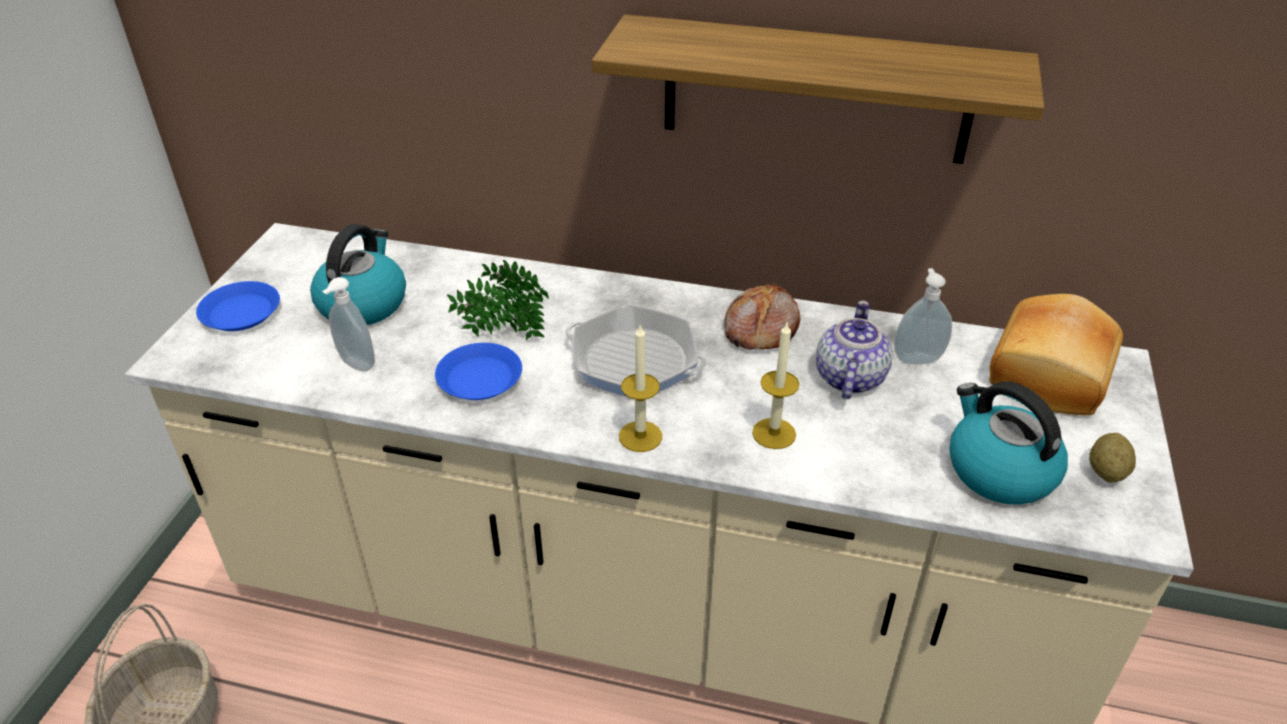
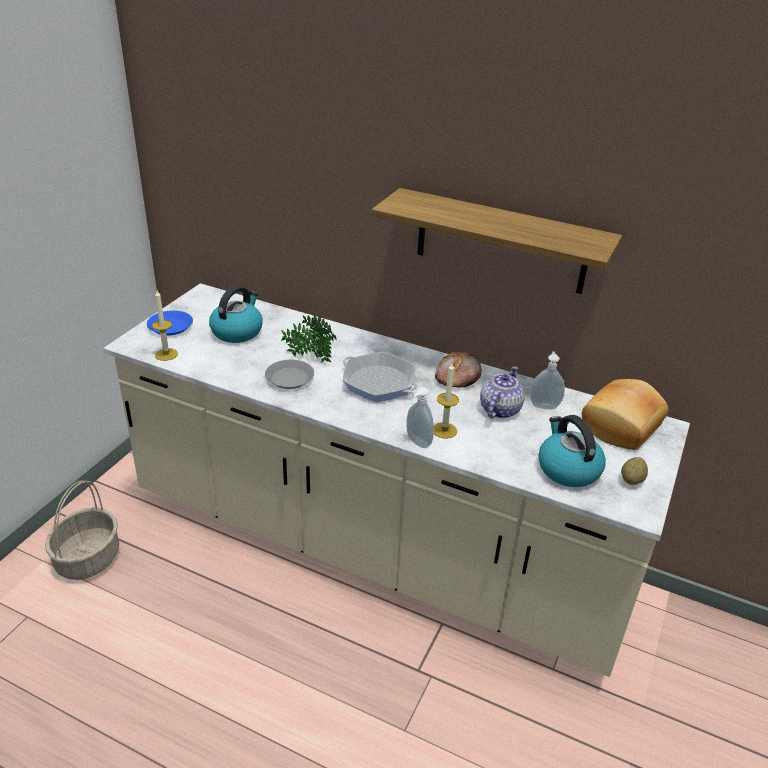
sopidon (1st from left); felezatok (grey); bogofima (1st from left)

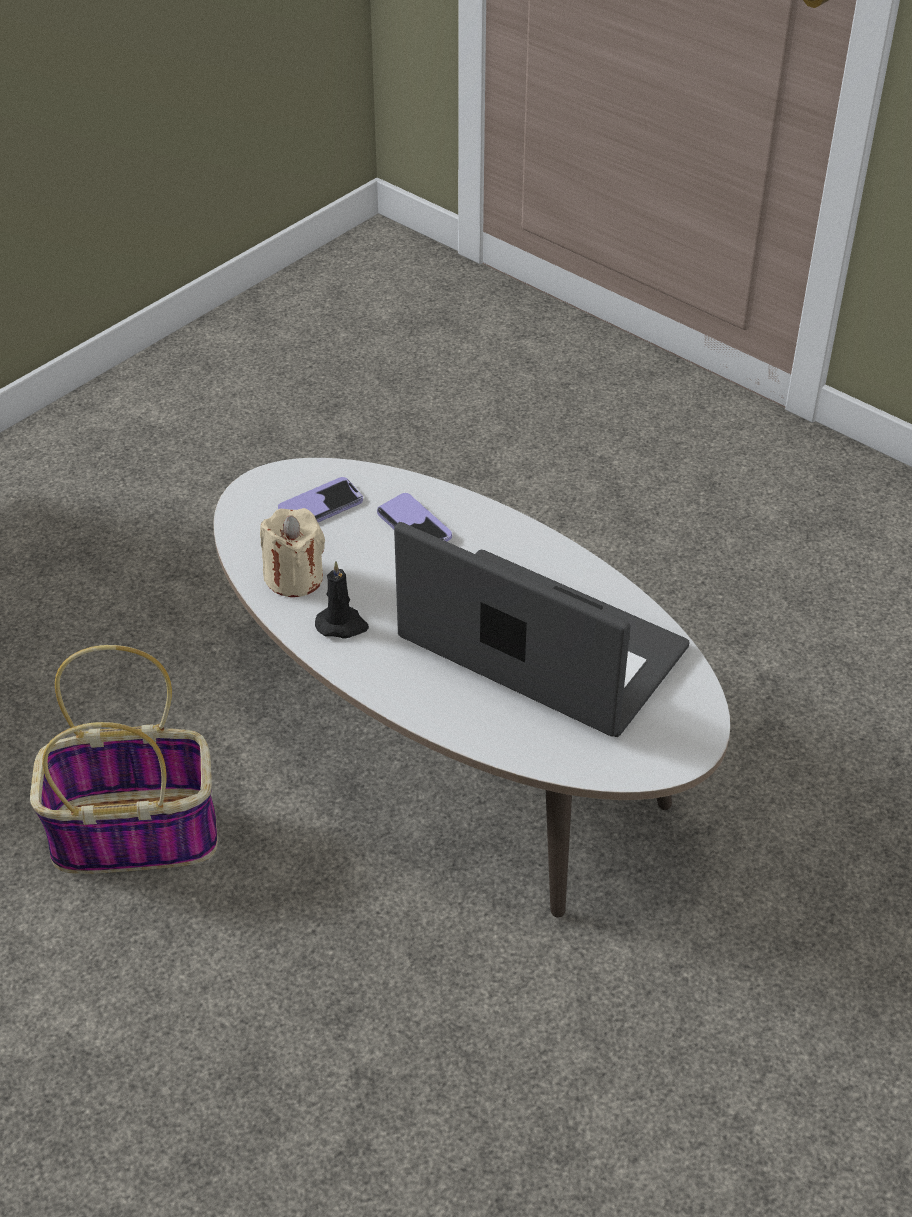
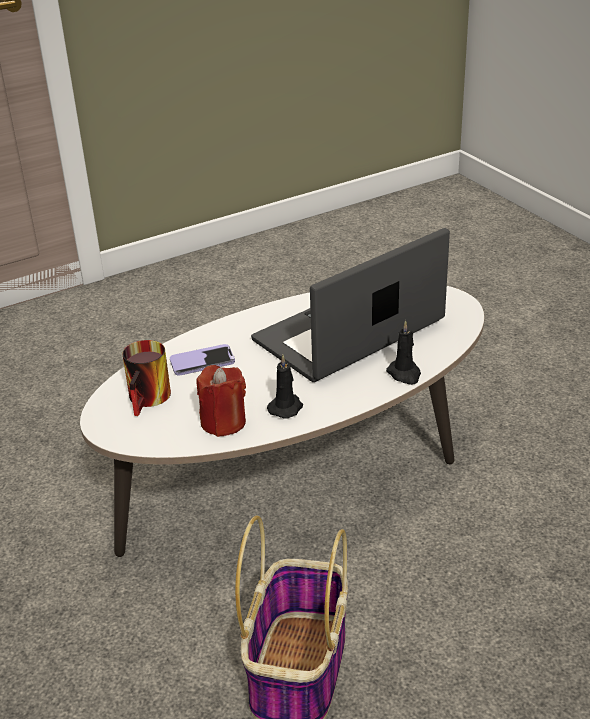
bogofima (red); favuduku; bogofima (black) (2nd from left)

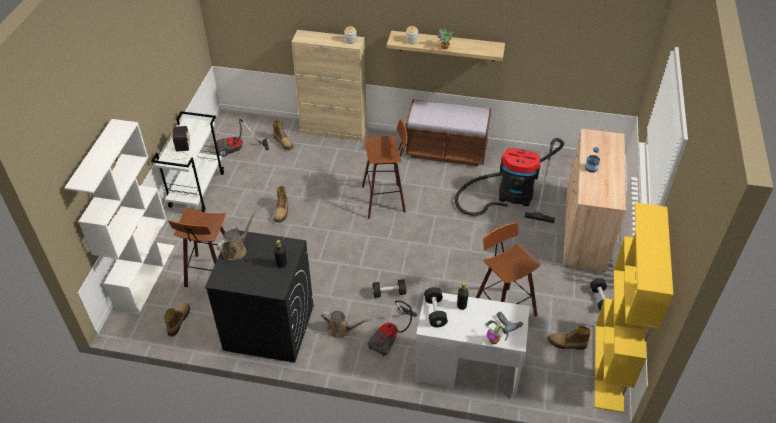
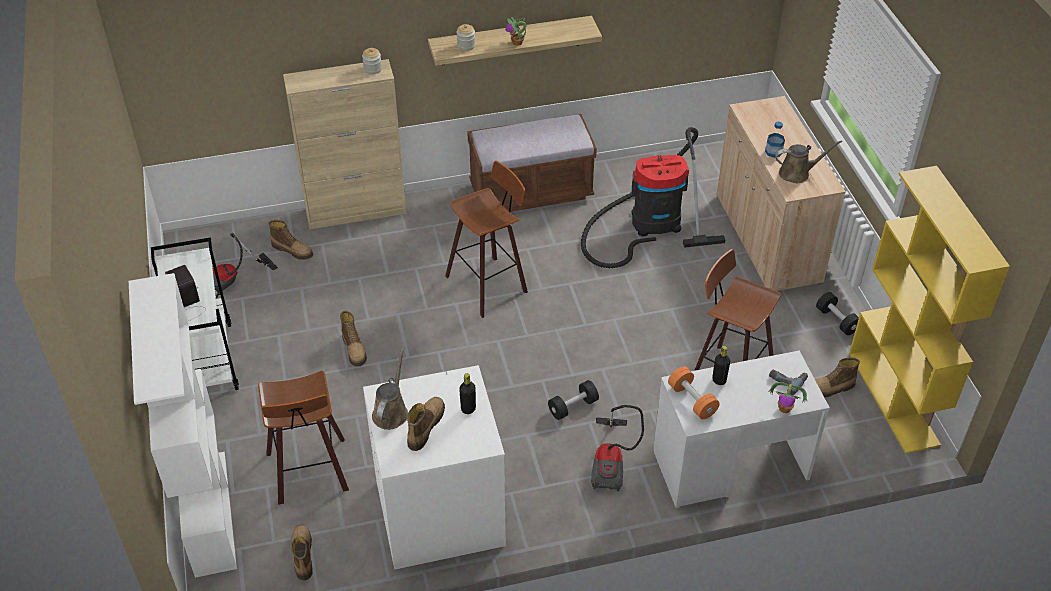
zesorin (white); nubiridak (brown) (2nd from left); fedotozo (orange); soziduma (4th from left)

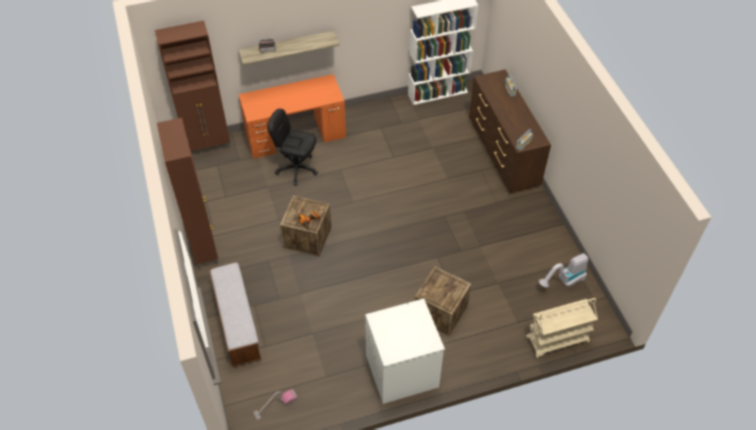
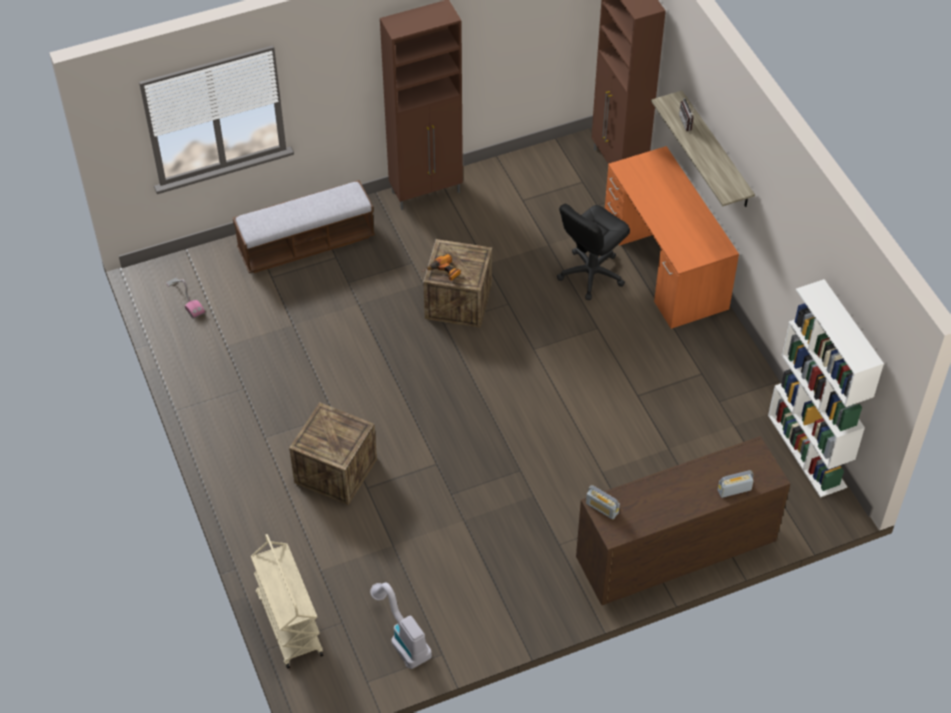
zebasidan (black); zesorin (white)

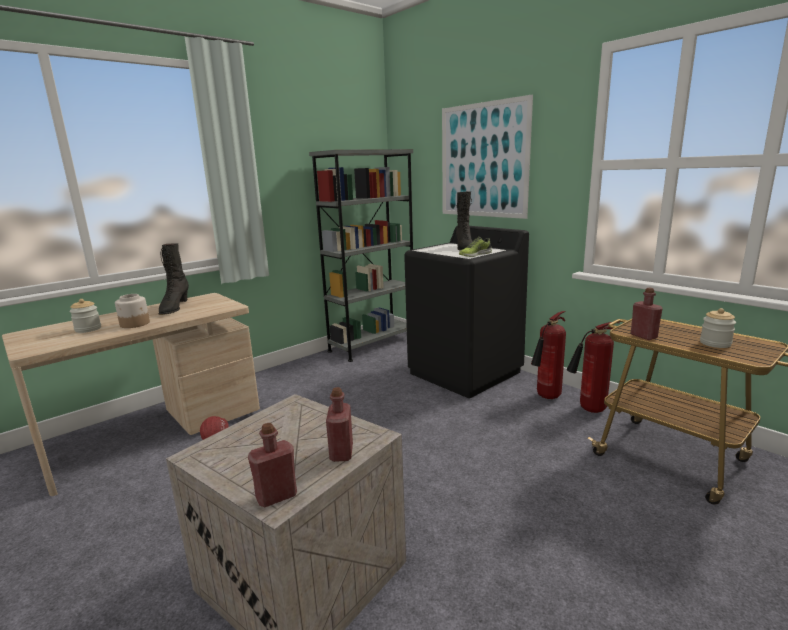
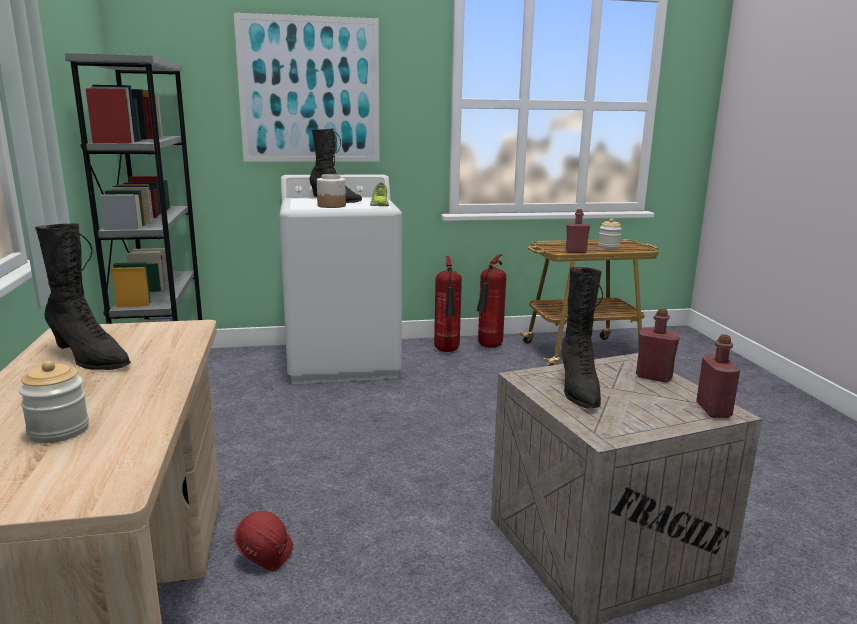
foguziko (2nd from left); zesorin (white); soziduma (black) (3rd from left)

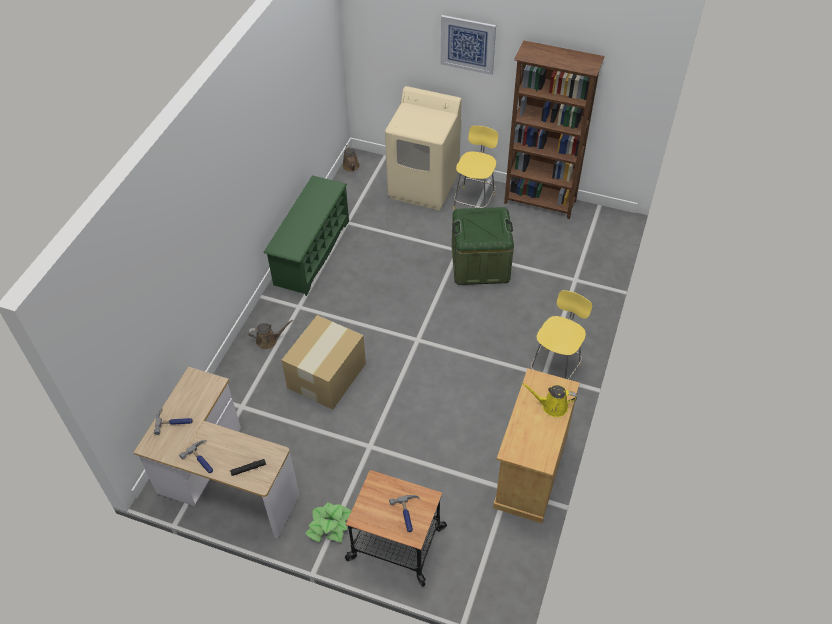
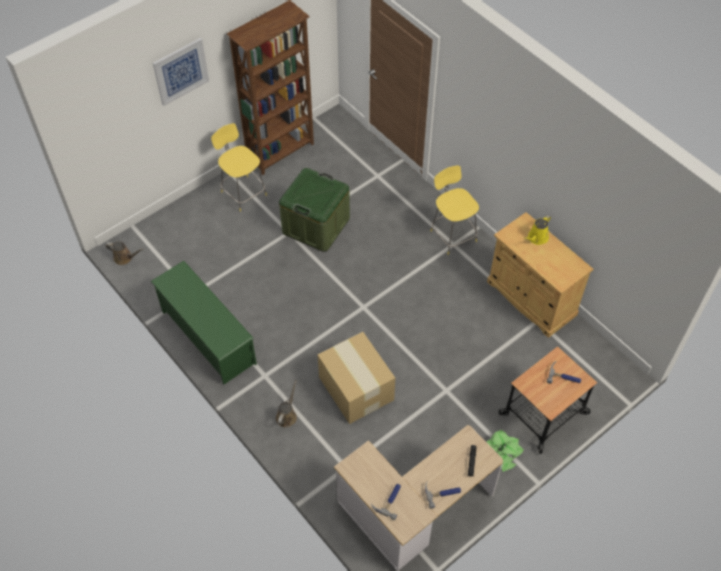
zesorin (beige)

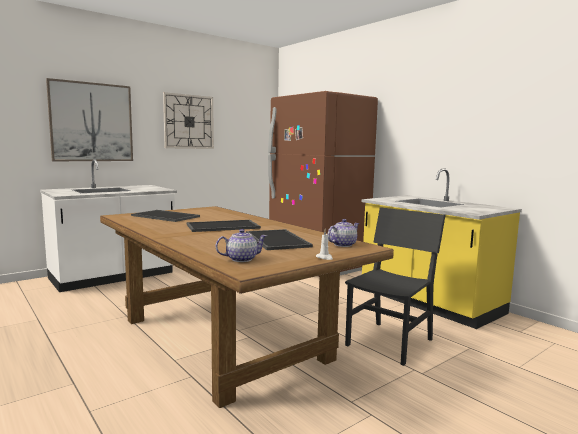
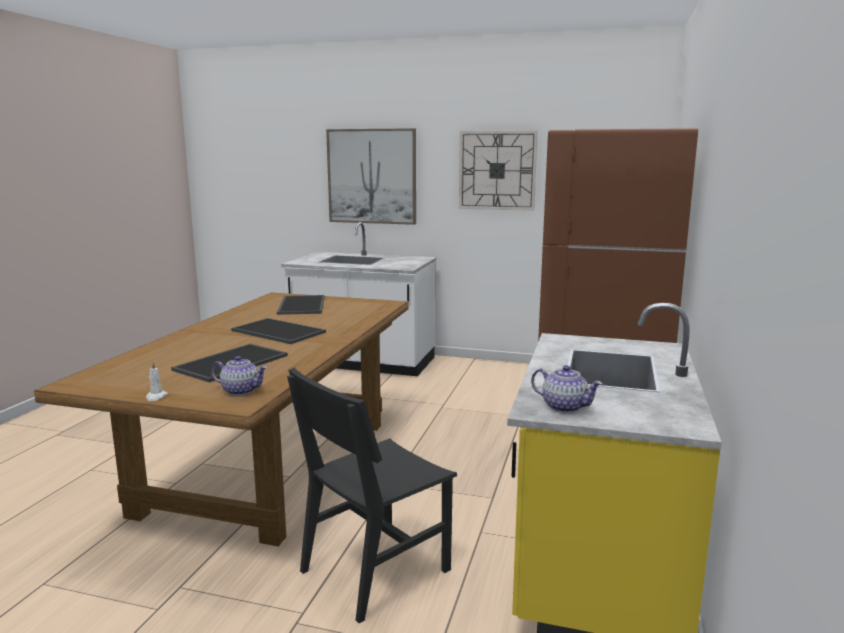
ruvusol (2nd from left); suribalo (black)

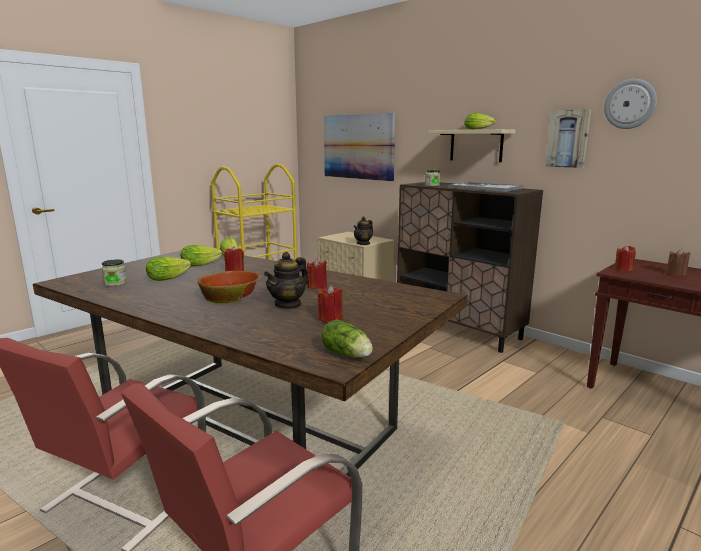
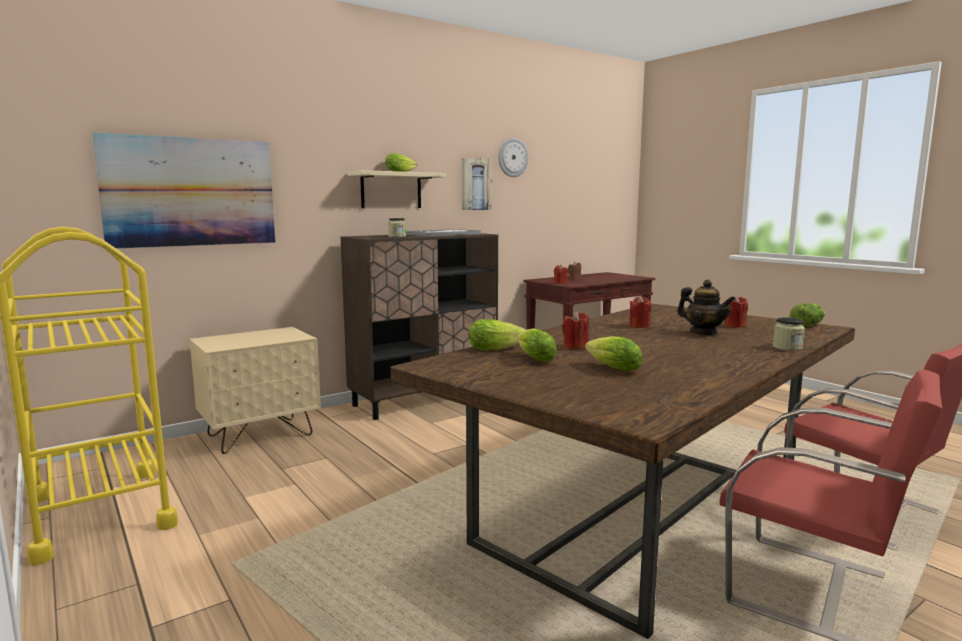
foguziko (2nd from left); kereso; ruvusol (2nd from left in the first image)

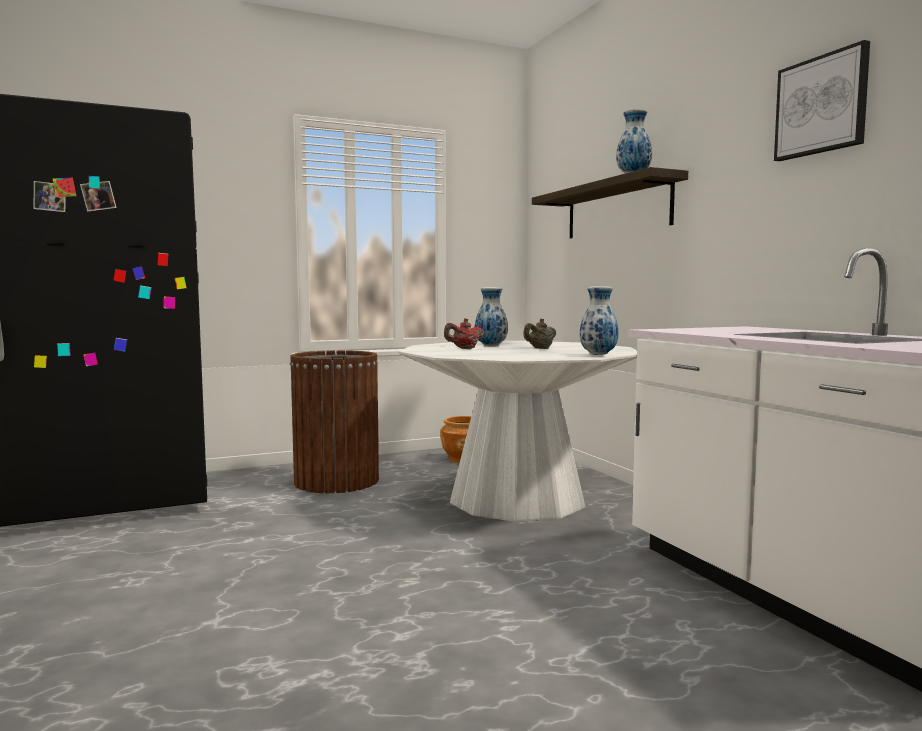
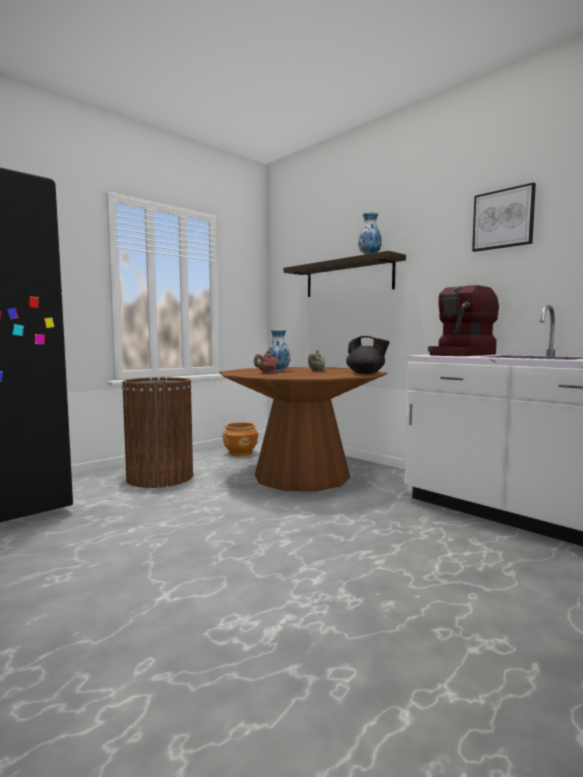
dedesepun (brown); ruvusol (black); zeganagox

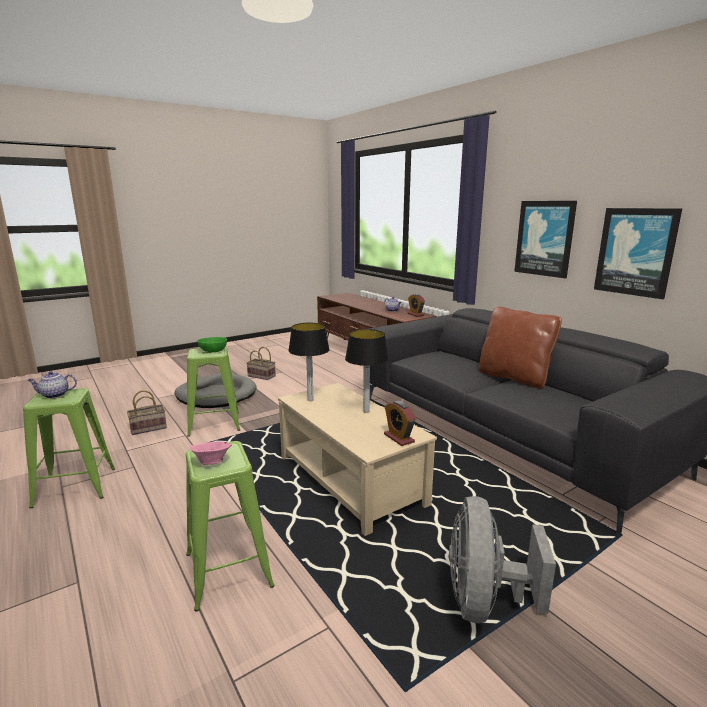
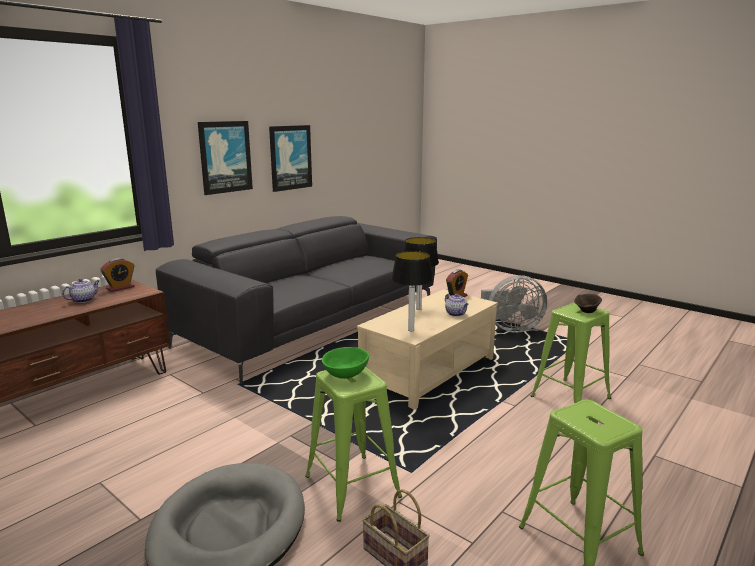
ruvusol (2nd from left); kereso (brown); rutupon (2nd from left in the first image); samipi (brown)

